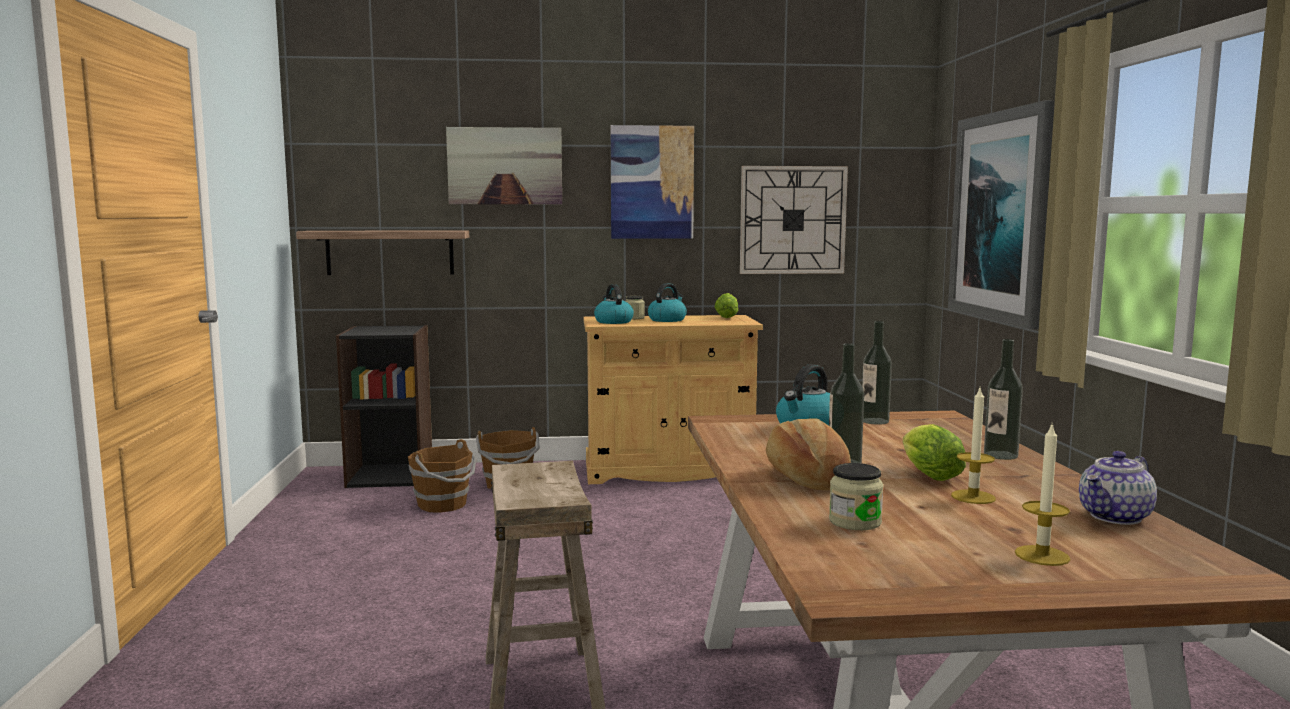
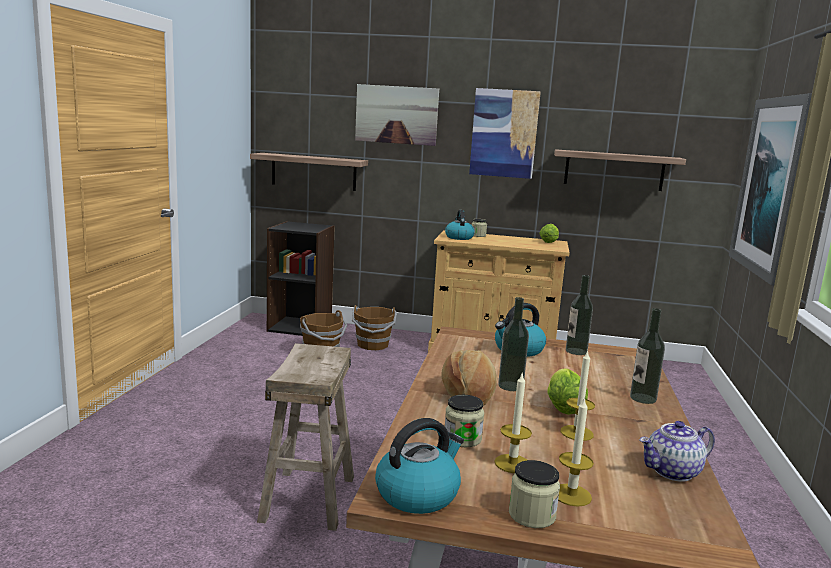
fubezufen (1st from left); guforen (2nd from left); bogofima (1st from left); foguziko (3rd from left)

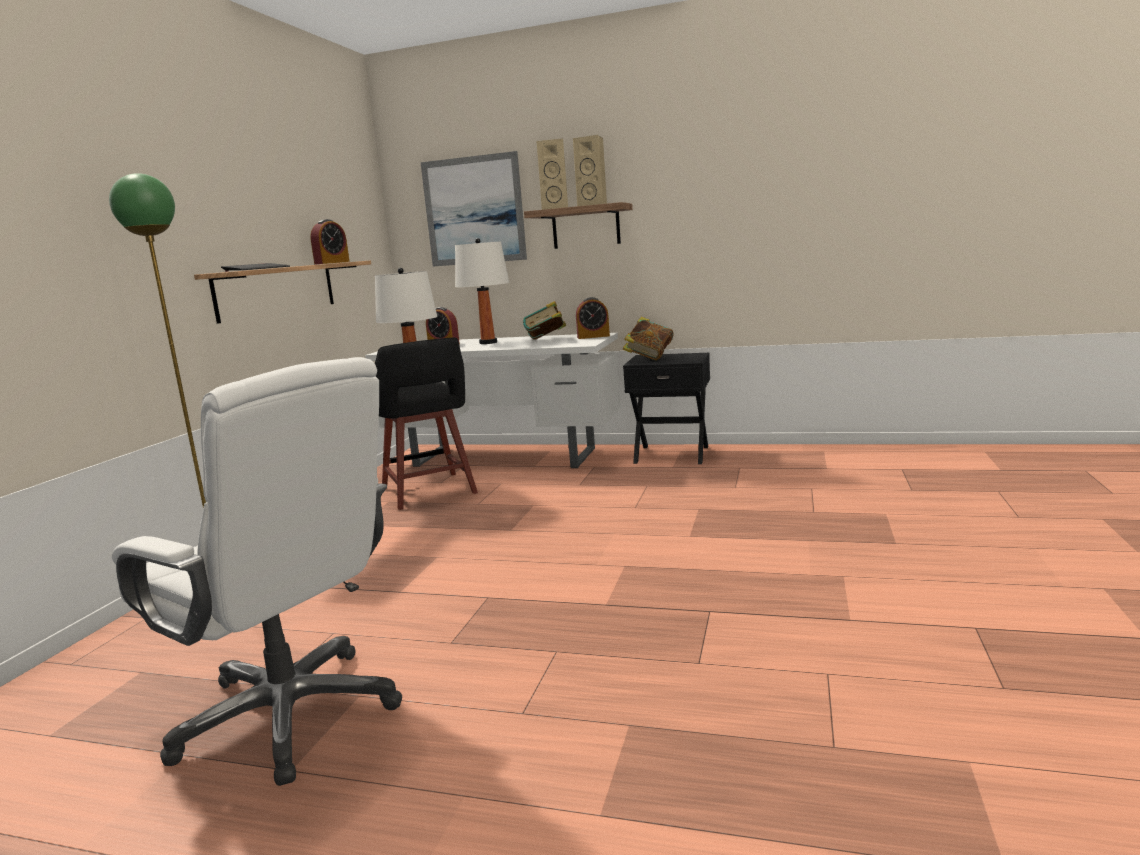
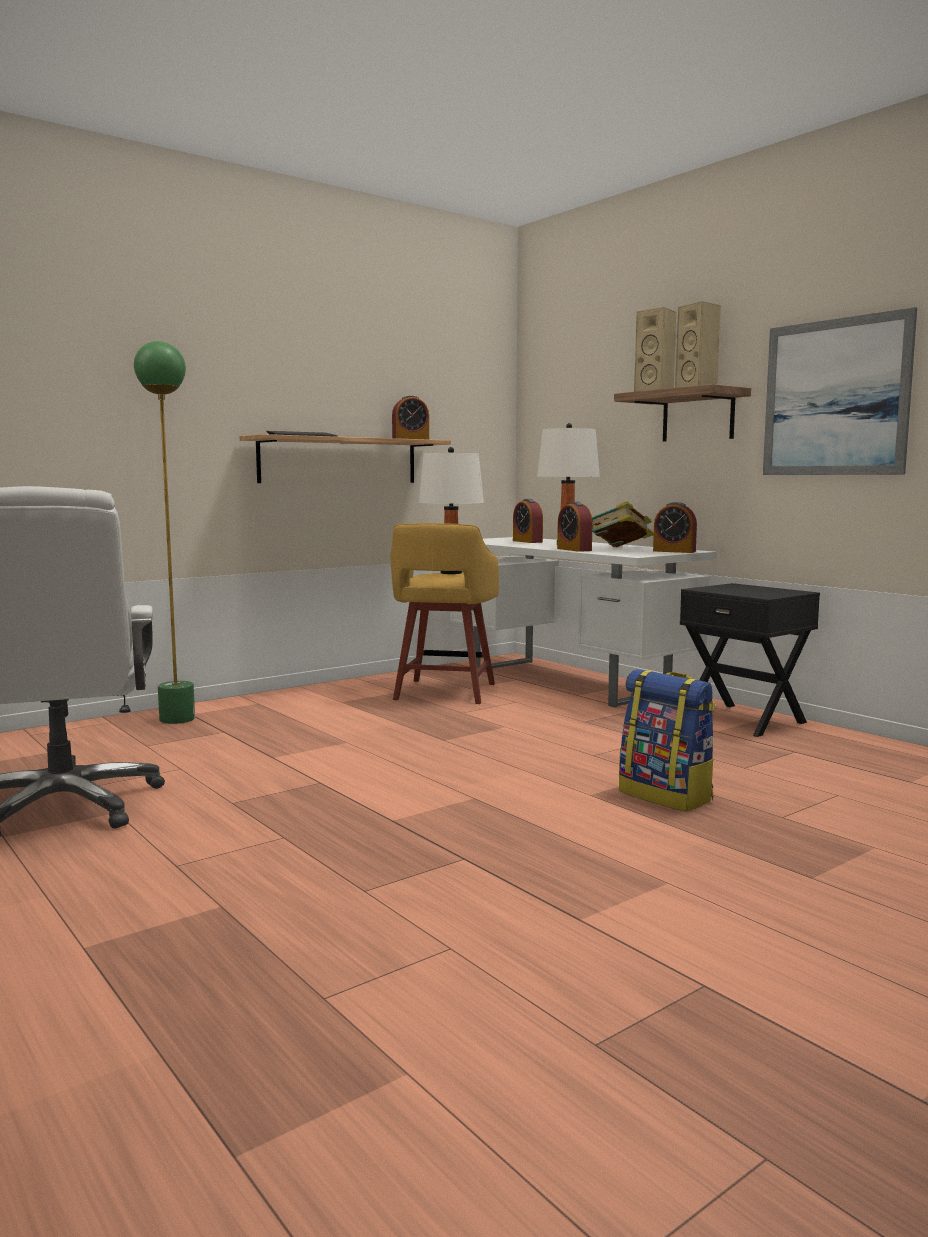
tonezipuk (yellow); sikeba; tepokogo (2nd from left in the first image); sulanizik (3rd from left); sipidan

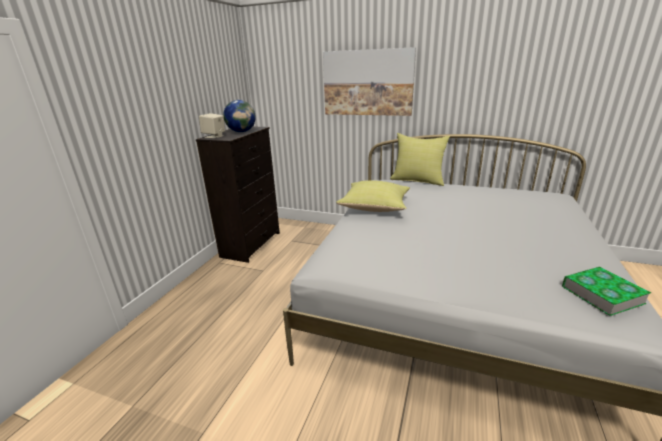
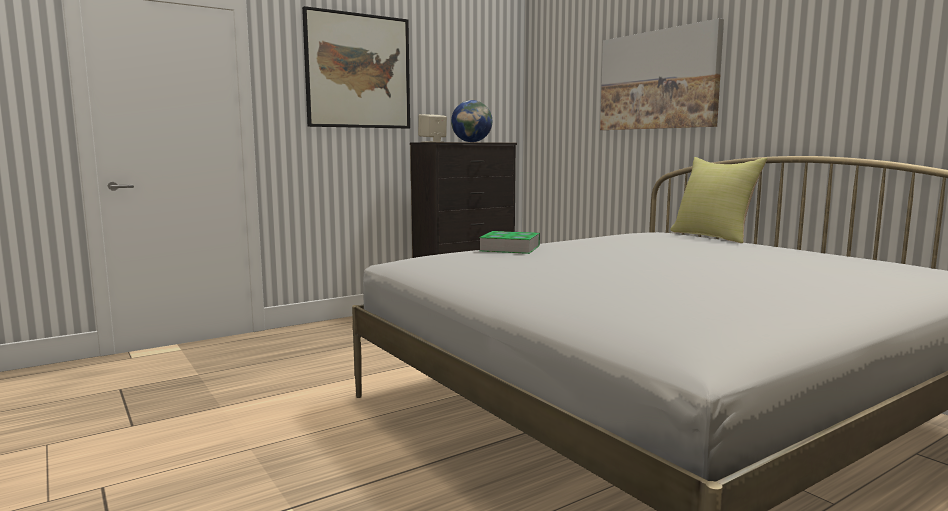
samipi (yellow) (1st from left in the first image); tepokogo; sikeba (1st from left)

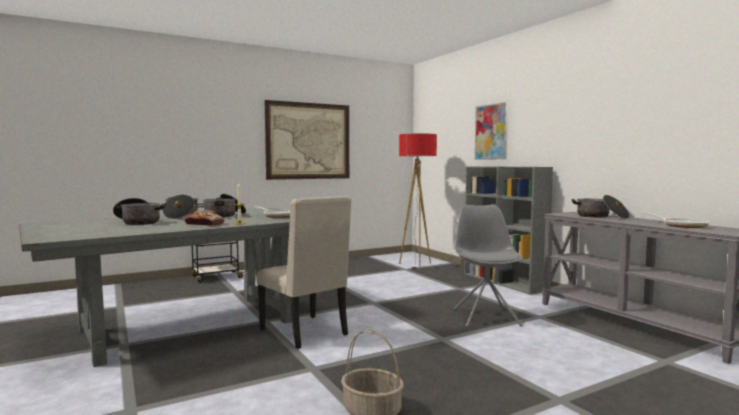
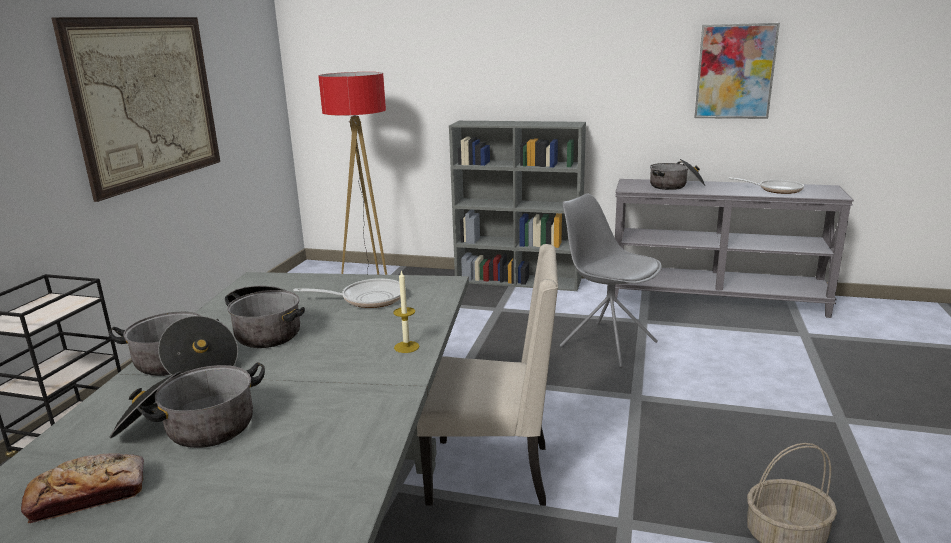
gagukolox; sikeba (2nd from left)

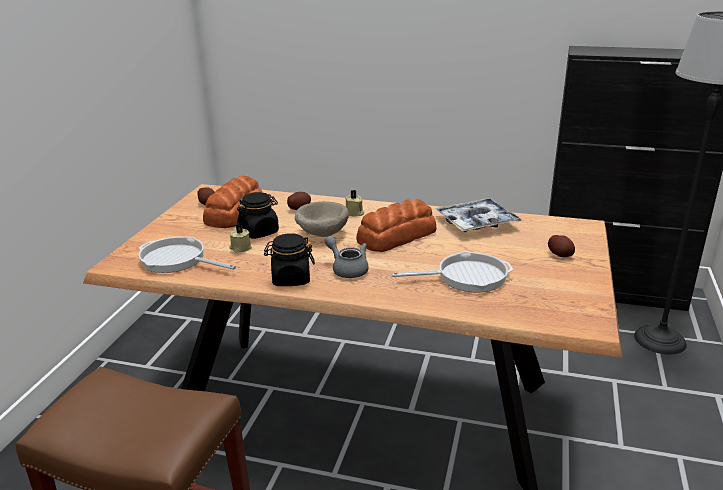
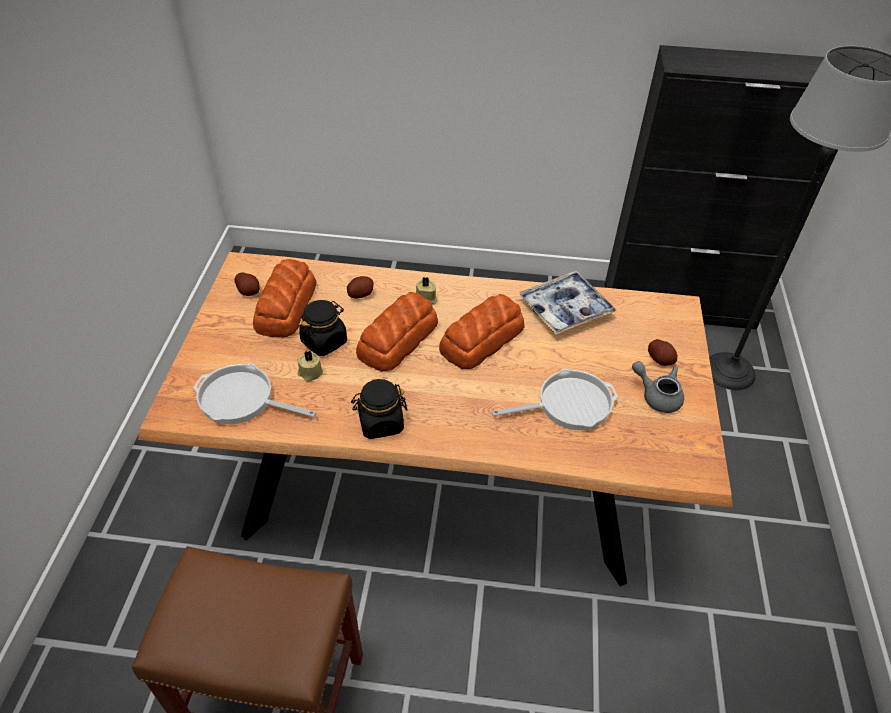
gagukolox (2nd from left); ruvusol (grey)

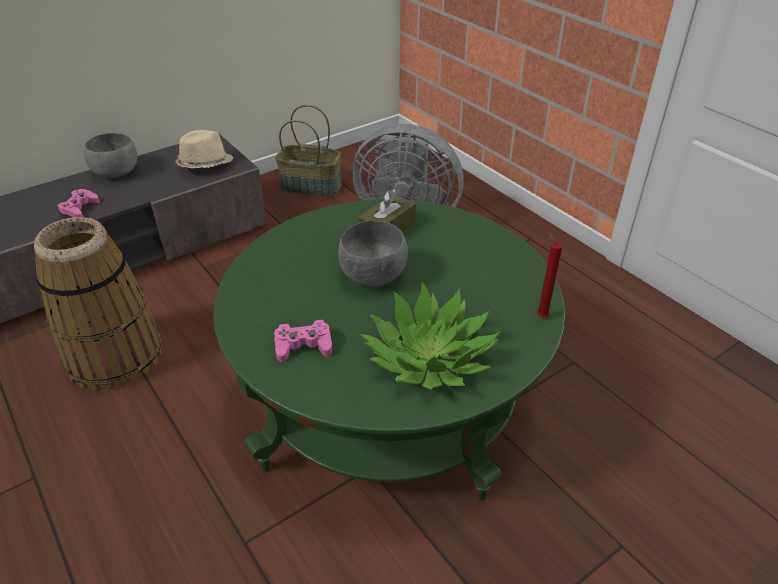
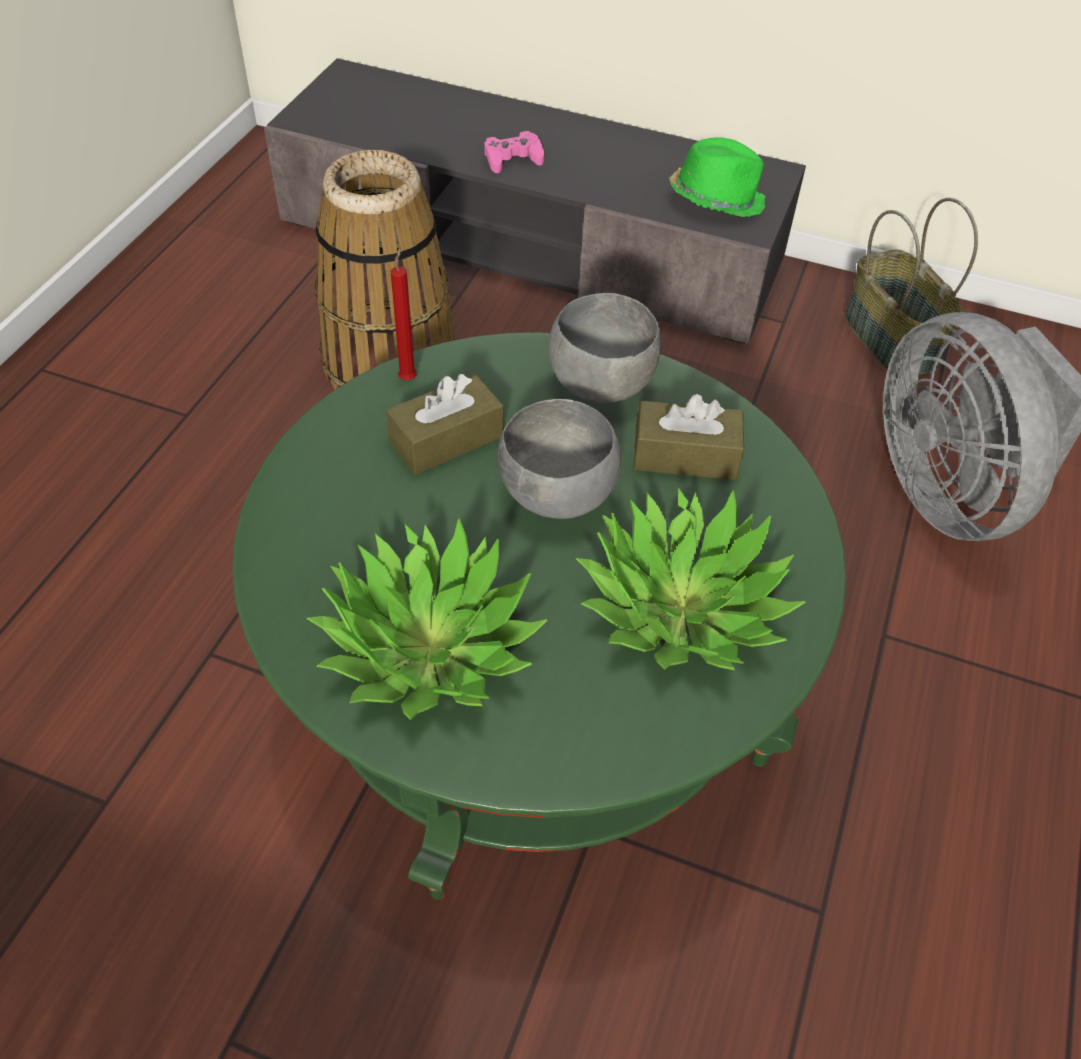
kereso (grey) (2nd from left); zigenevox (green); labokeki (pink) (2nd from left in the first image); bogofima (red); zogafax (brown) (1st from left); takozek (2nd from left)

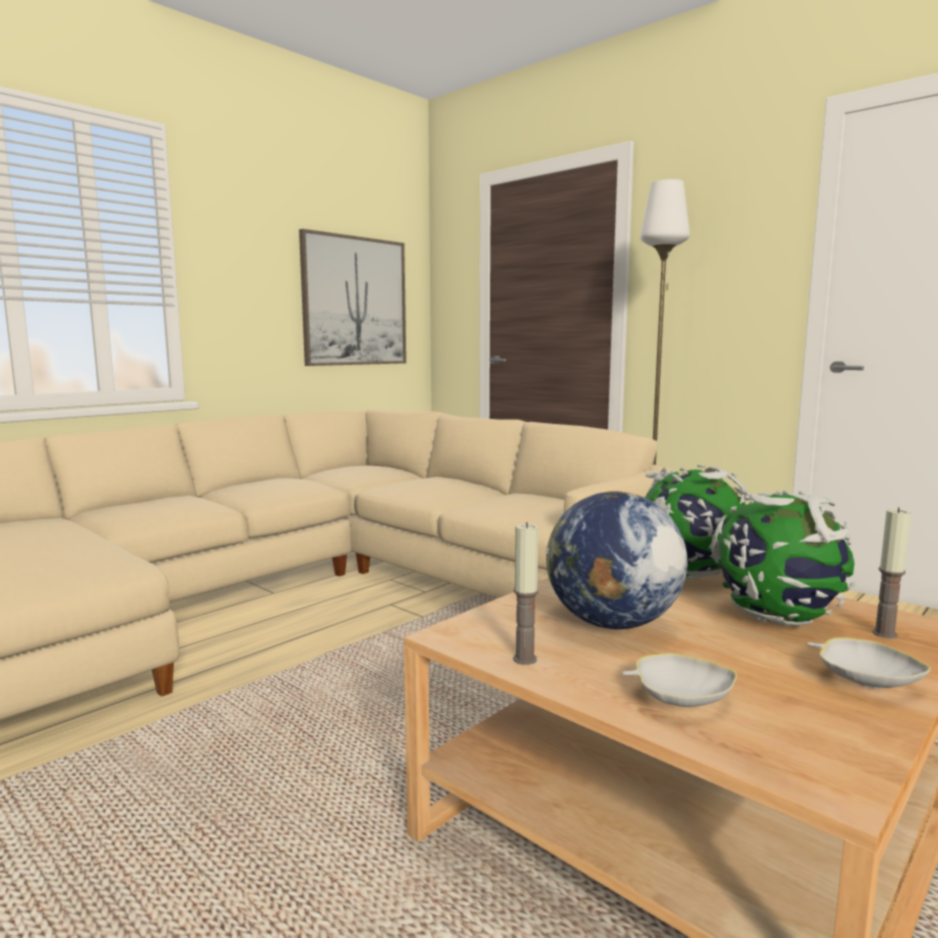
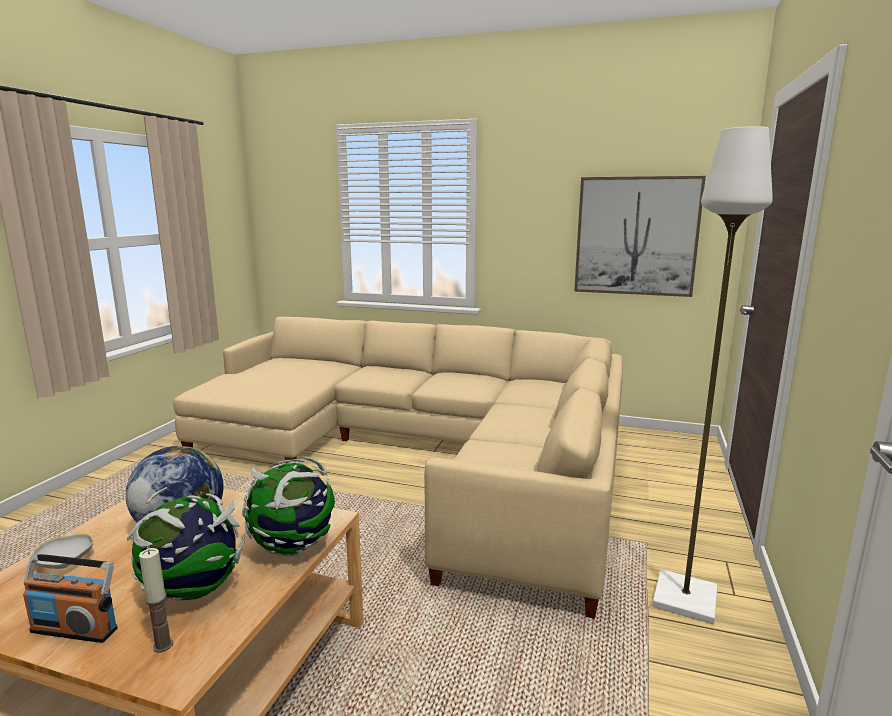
bogofima (1st from left in the first image); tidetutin

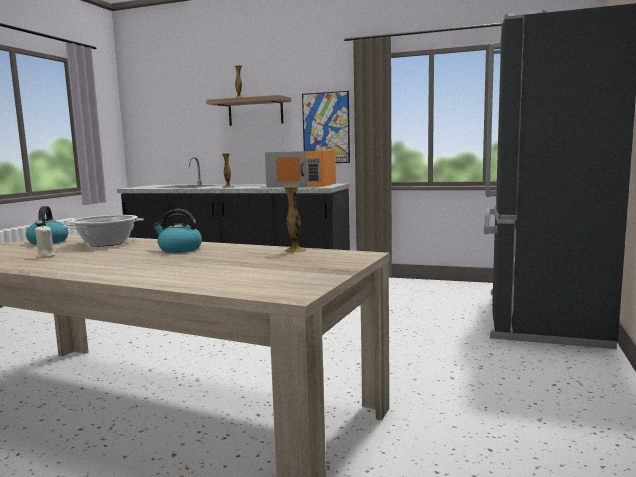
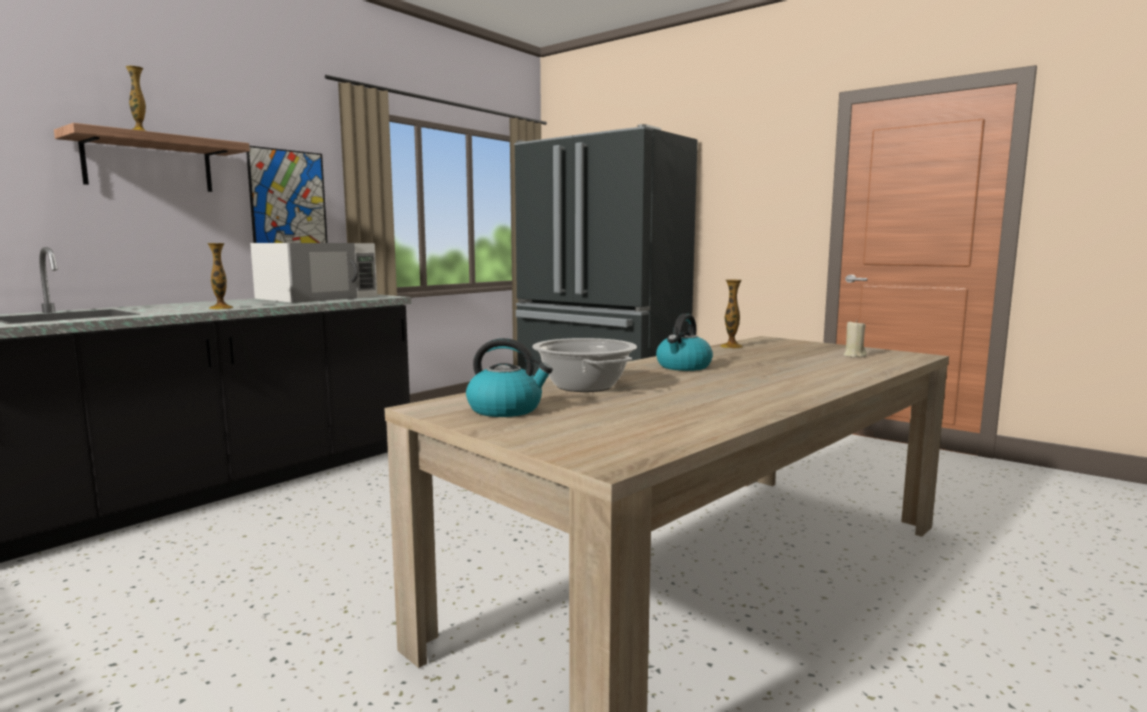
bogofima (beige); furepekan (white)

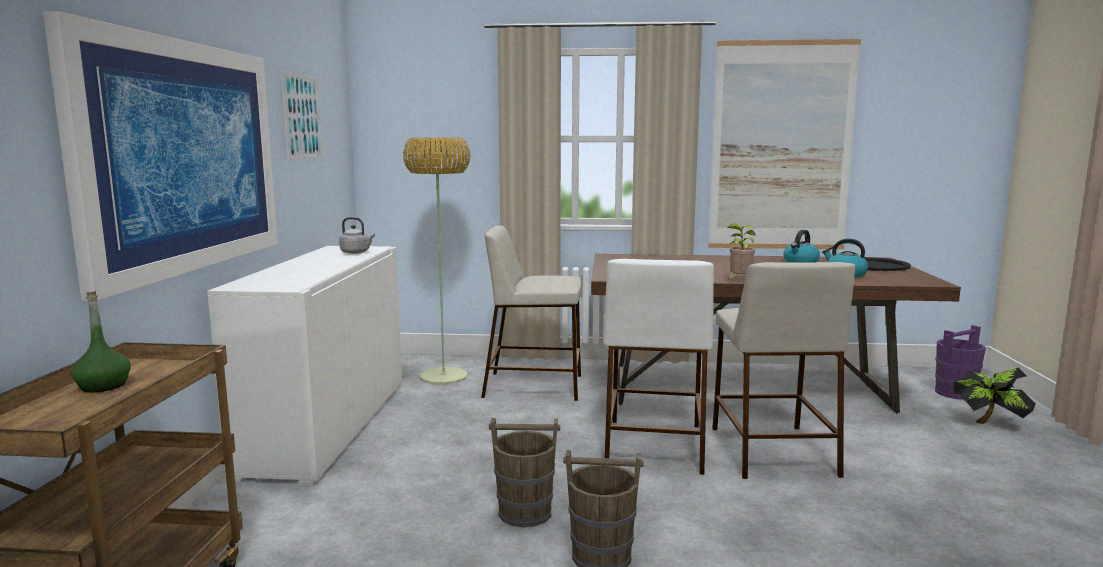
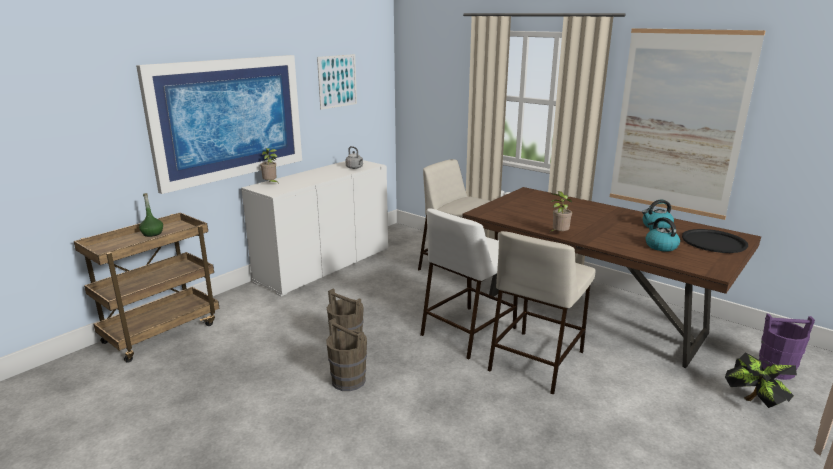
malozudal; takozek (1st from left)

